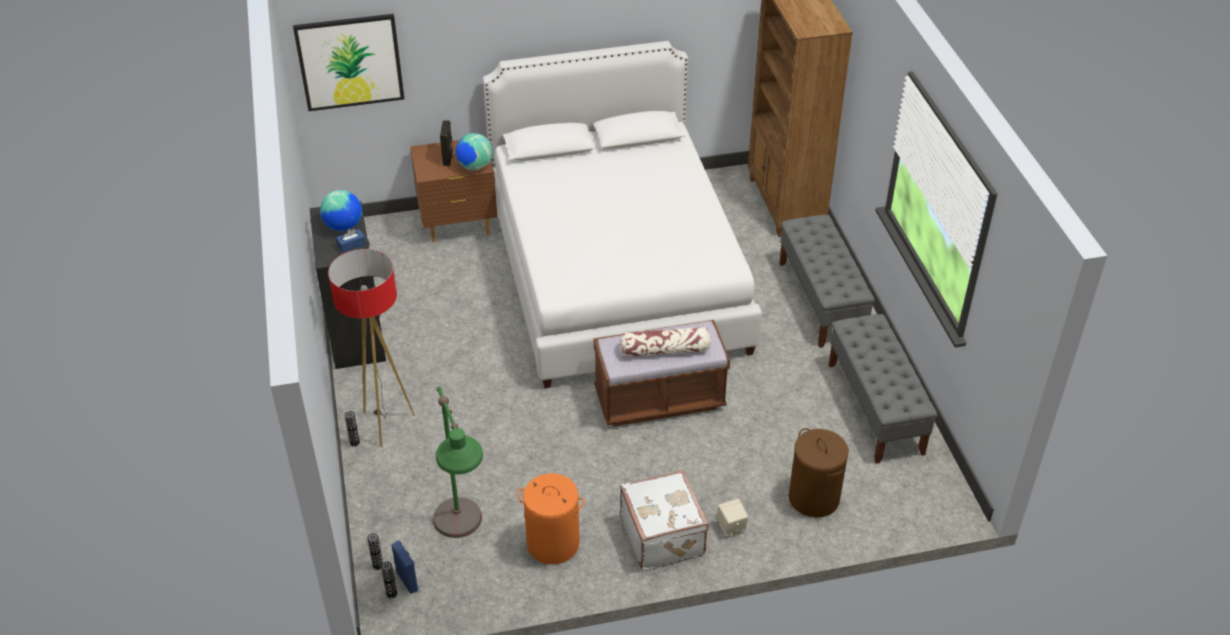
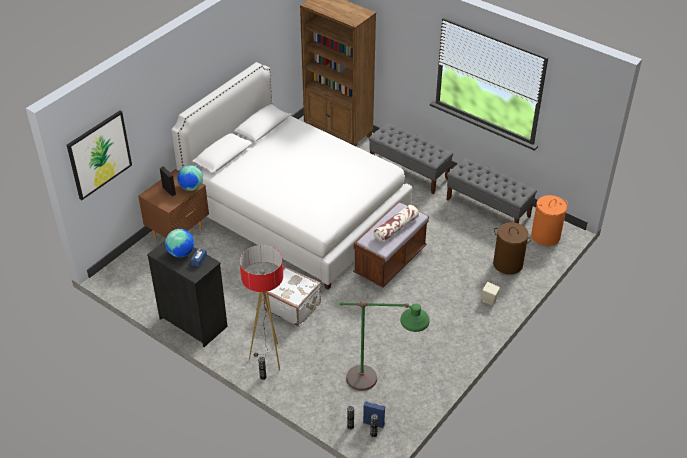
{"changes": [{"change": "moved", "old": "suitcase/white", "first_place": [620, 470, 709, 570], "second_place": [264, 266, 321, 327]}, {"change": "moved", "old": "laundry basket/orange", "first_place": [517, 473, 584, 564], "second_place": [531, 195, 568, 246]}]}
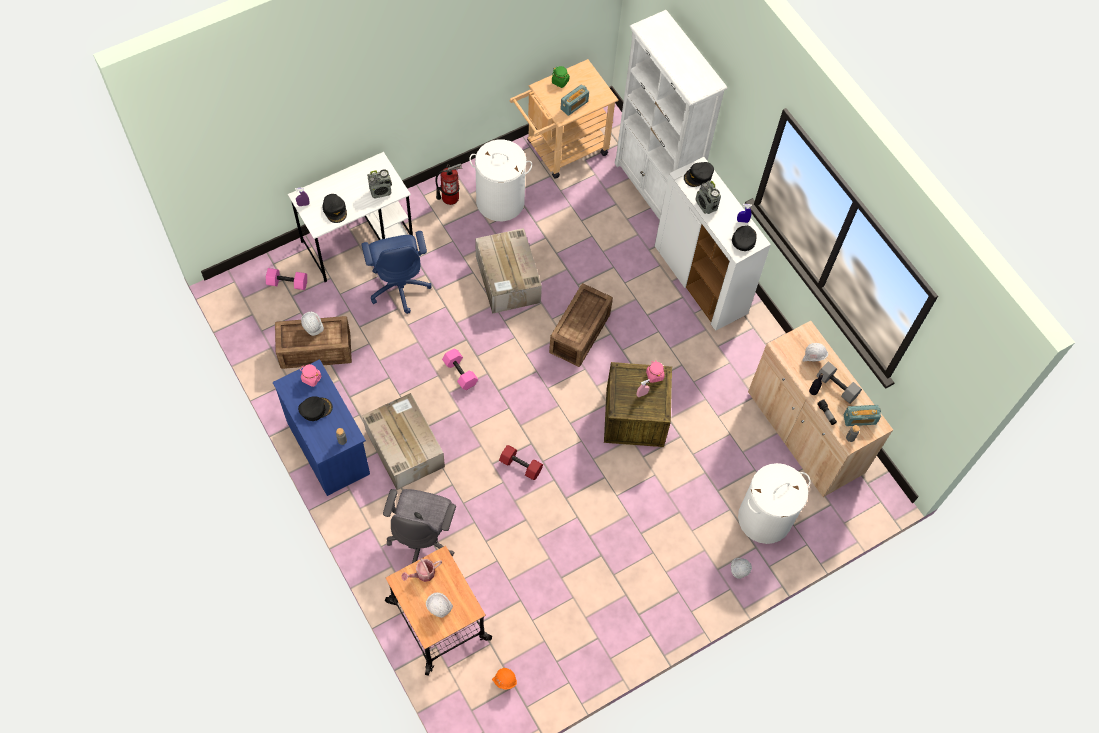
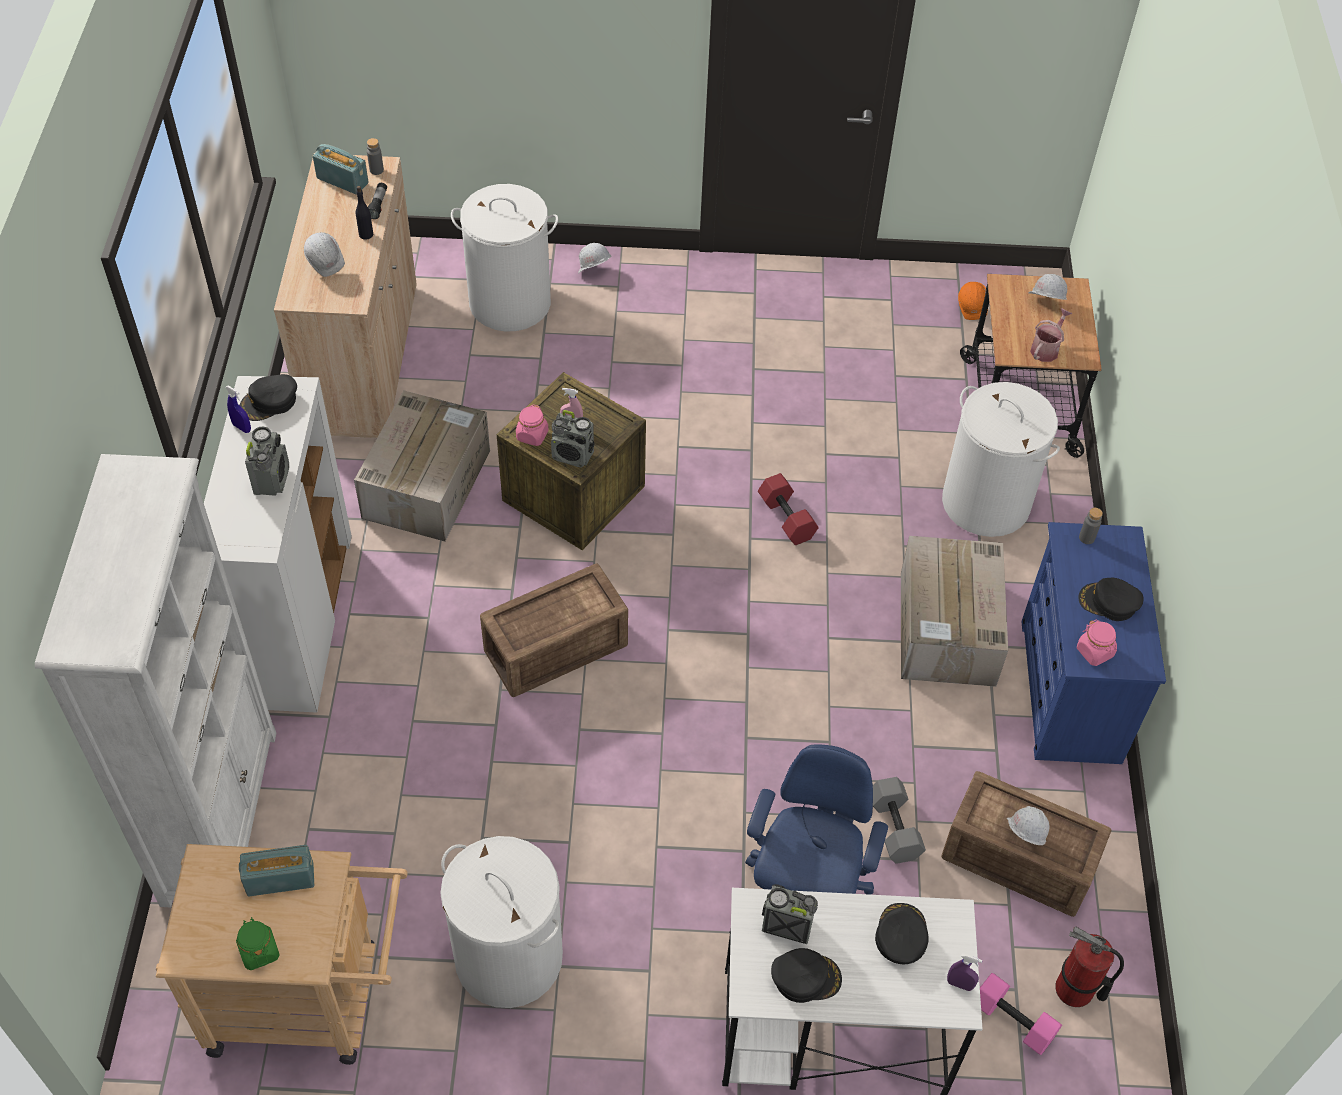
{"changes": [{"change": "moved", "old": "cardboard box", "first_place": [475, 228, 542, 314], "second_place": [354, 390, 490, 542]}, {"change": "added", "new": "radio", "second_place": [551, 410, 594, 468]}, {"change": "moved", "old": "cap/black", "first_place": [684, 162, 714, 187], "second_place": [771, 948, 842, 1003]}, {"change": "moved", "old": "dumbbell/grey", "first_place": [816, 362, 862, 404], "second_place": [873, 777, 926, 864]}, {"change": "replaced", "old": "office chair/grey", "new": "laundry basket/white", "first_place": [383, 489, 456, 563], "second_place": [942, 382, 1060, 537]}, {"change": "turned", "old": "watering can", "first_place": [402, 559, 442, 582], "second_place": [1030, 308, 1072, 362], "degrees": -60}, {"change": "moved", "old": "fire extinguisher", "first_place": [435, 163, 462, 205], "second_place": [1055, 927, 1124, 1007]}, {"change": "removed", "old": "dumbbell/pink", "first_place": [442, 349, 478, 390]}]}
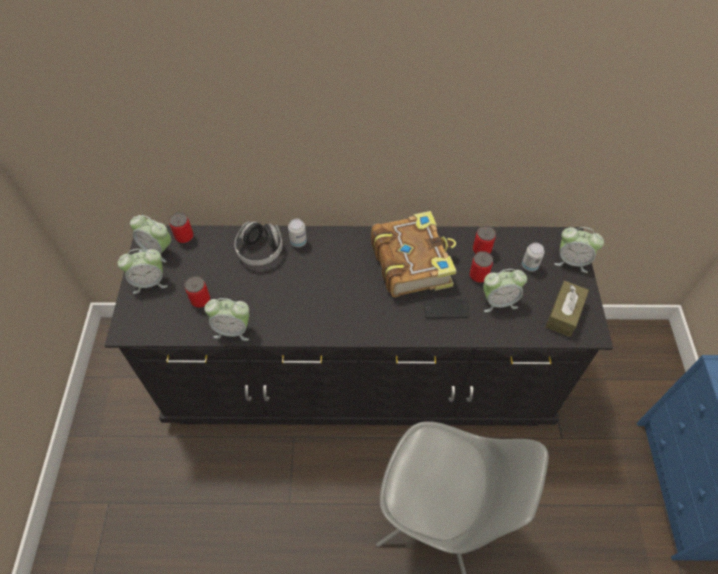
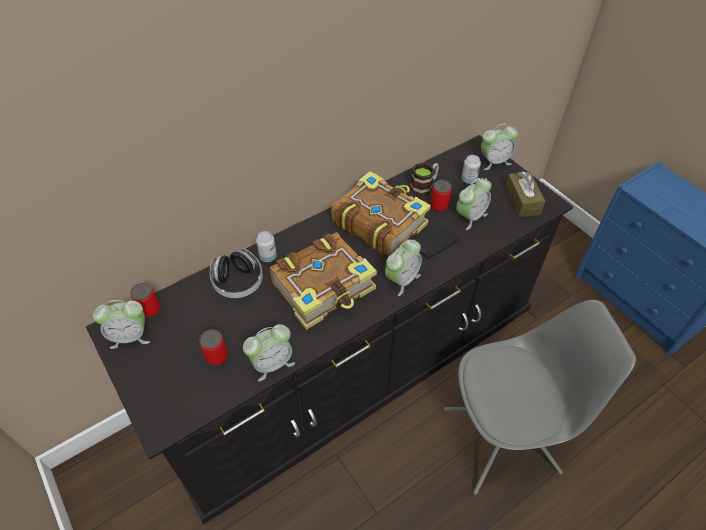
{"changes": [{"change": "added", "new": "book", "second_place": [269, 232, 377, 330]}, {"change": "moved", "old": "alarm clock", "first_place": [118, 249, 168, 294], "second_place": [385, 240, 422, 296]}, {"change": "replaced", "old": "can", "new": "mug", "first_place": [473, 226, 496, 254], "second_place": [410, 163, 439, 196]}]}
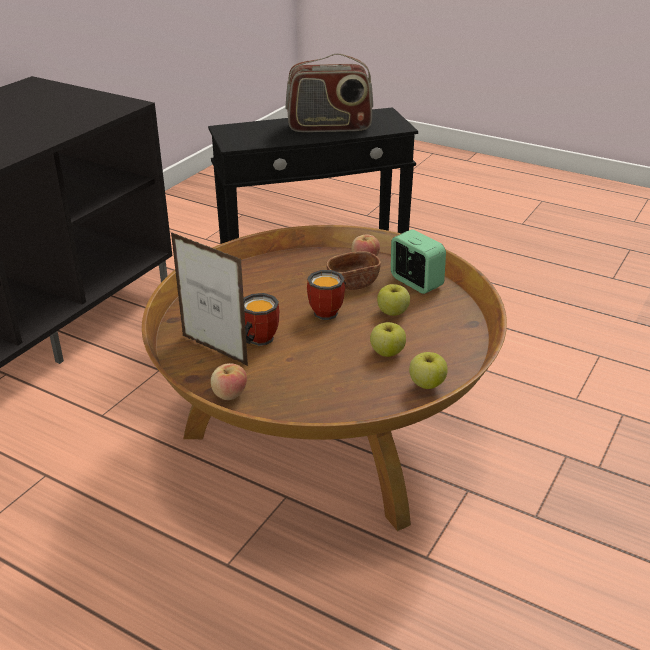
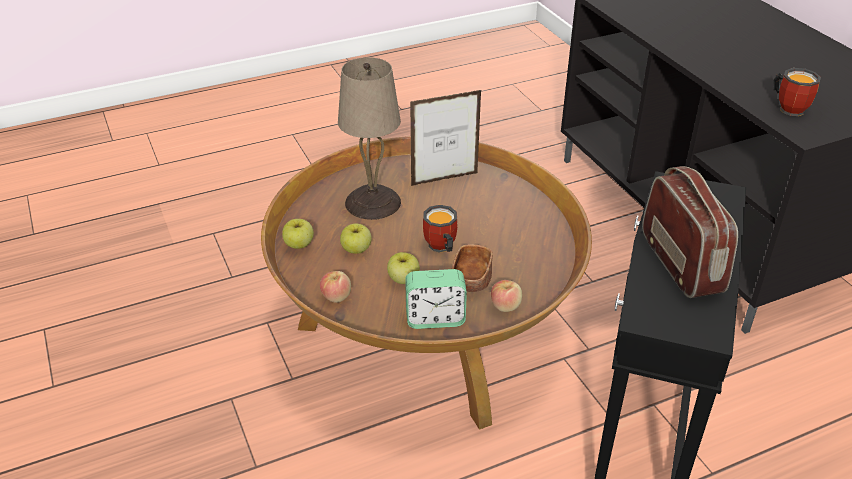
{"changes": [{"change": "moved", "old": "apple", "first_place": [211, 363, 247, 400], "second_place": [320, 271, 351, 303]}, {"change": "added", "new": "table lamp/beige", "second_place": [338, 57, 401, 220]}, {"change": "turned", "old": "radio", "first_place": [285, 54, 373, 132], "second_place": [642, 166, 738, 298], "degrees": 135}, {"change": "moved", "old": "mug", "first_place": [244, 293, 280, 346], "second_place": [773, 68, 821, 116]}]}
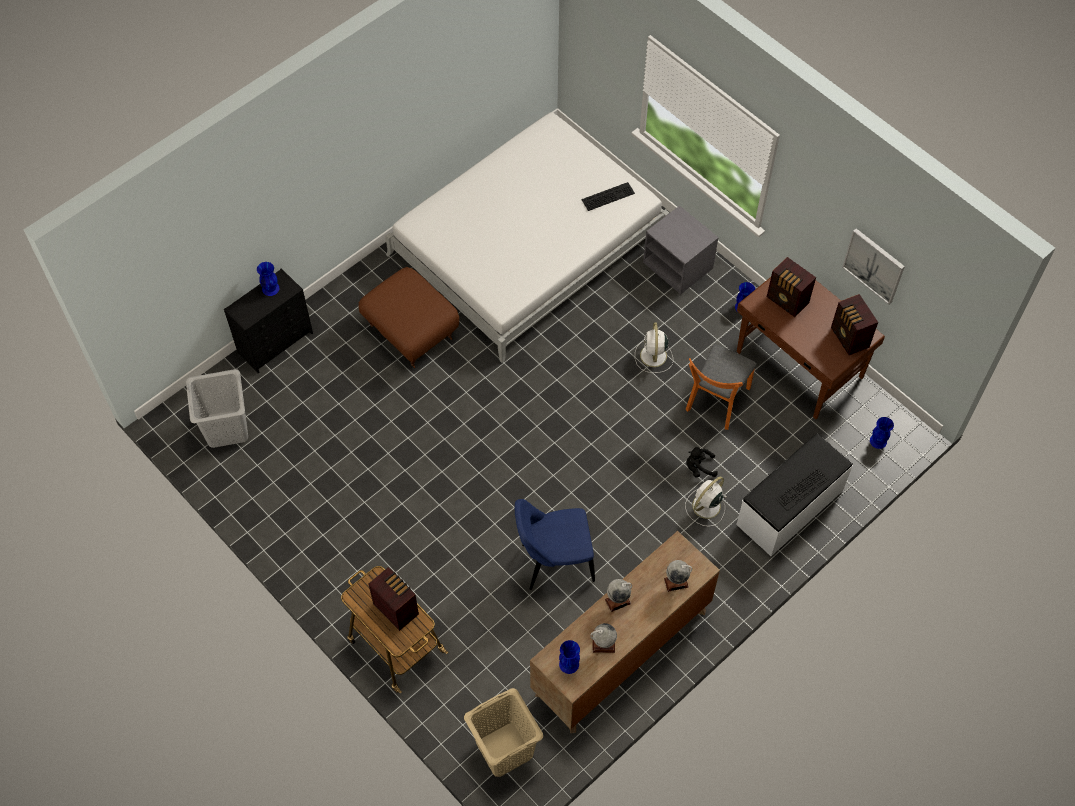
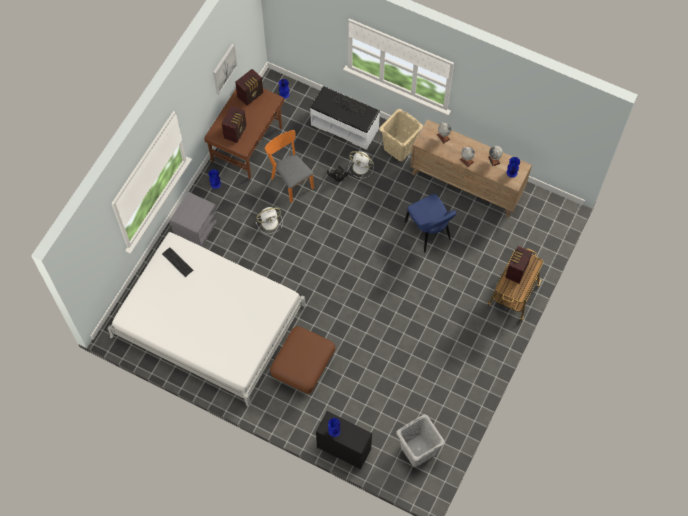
{"changes": [{"change": "turned", "old": "chair/orange", "first_place": [685, 344, 757, 430], "second_place": [265, 130, 314, 203], "degrees": -135}, {"change": "moved", "old": "laundry basket/beige", "first_place": [464, 688, 543, 777], "second_place": [379, 109, 423, 161]}]}
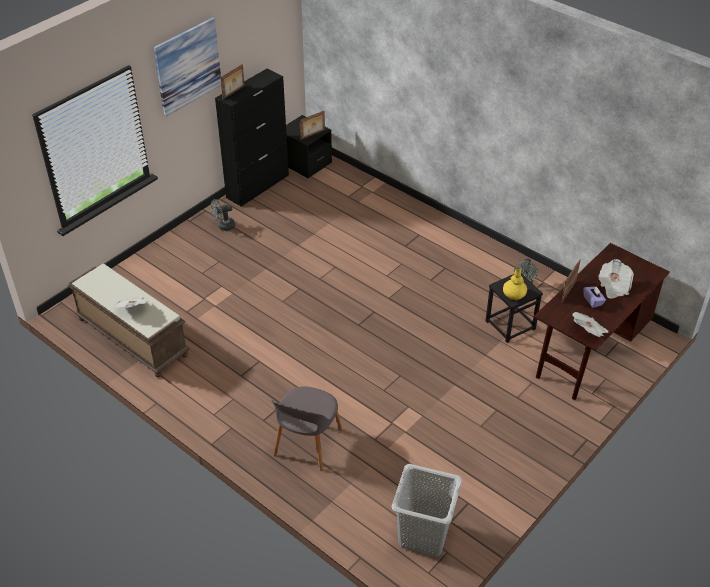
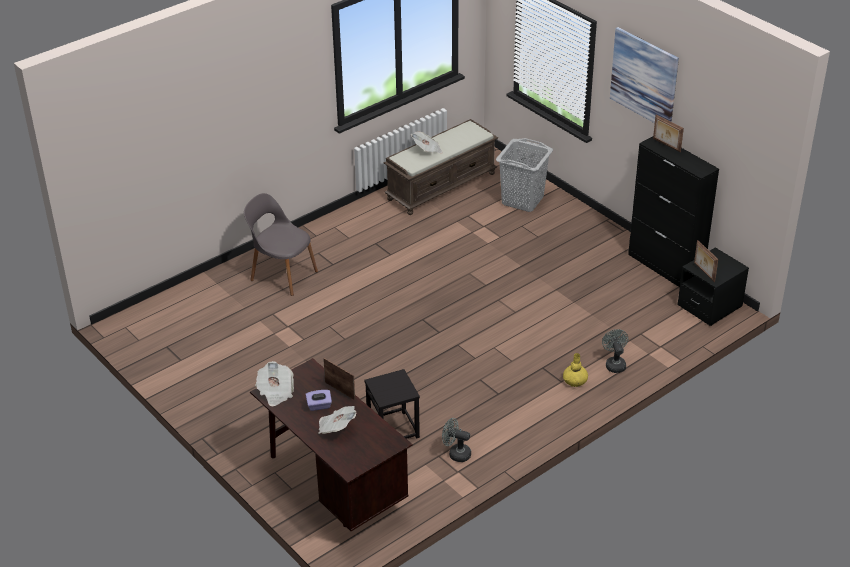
{"changes": [{"change": "moved", "old": "laundry basket/grey", "first_place": [392, 464, 462, 556], "second_place": [496, 138, 553, 212]}, {"change": "moved", "old": "vase/yellow", "first_place": [503, 268, 527, 300], "second_place": [563, 353, 588, 387]}, {"change": "moved", "old": "fan/grey", "first_place": [211, 199, 235, 231], "second_place": [602, 329, 628, 373]}]}
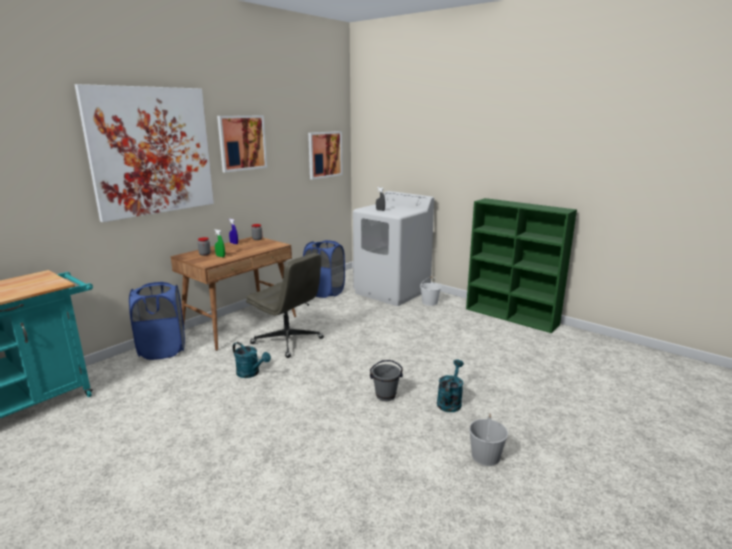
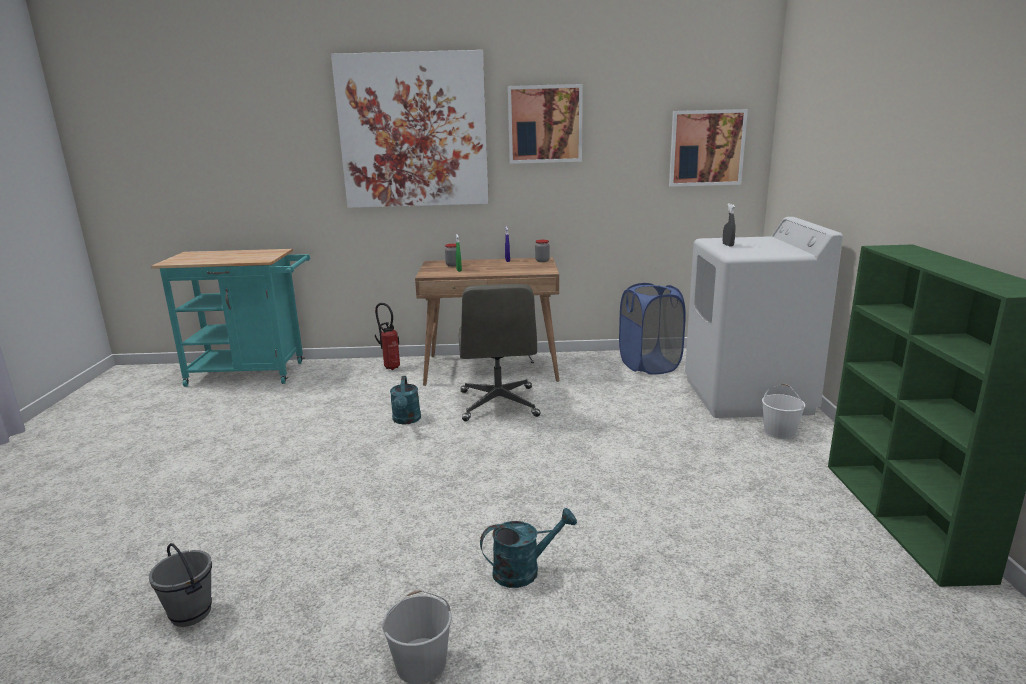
{"changes": [{"change": "moved", "old": "bucket/grey", "first_place": [370, 360, 403, 401], "second_place": [149, 543, 212, 627]}, {"change": "replaced", "old": "laundry basket/blue", "new": "fire extinguisher", "first_place": [129, 282, 185, 360], "second_place": [375, 303, 400, 370]}]}
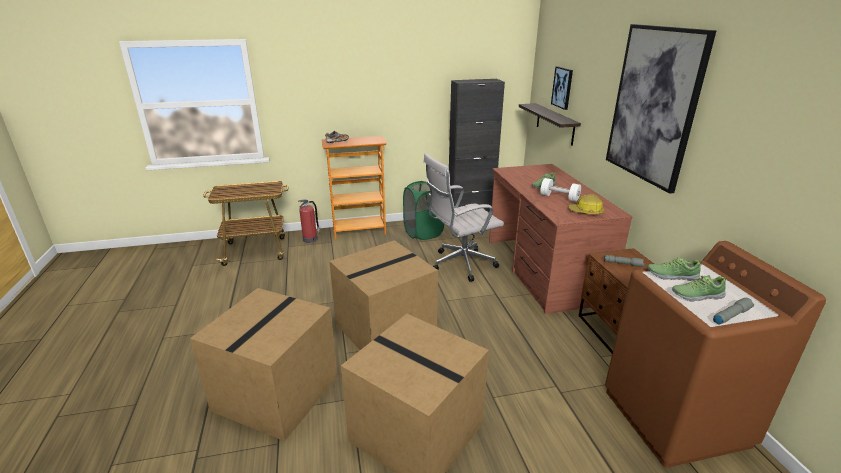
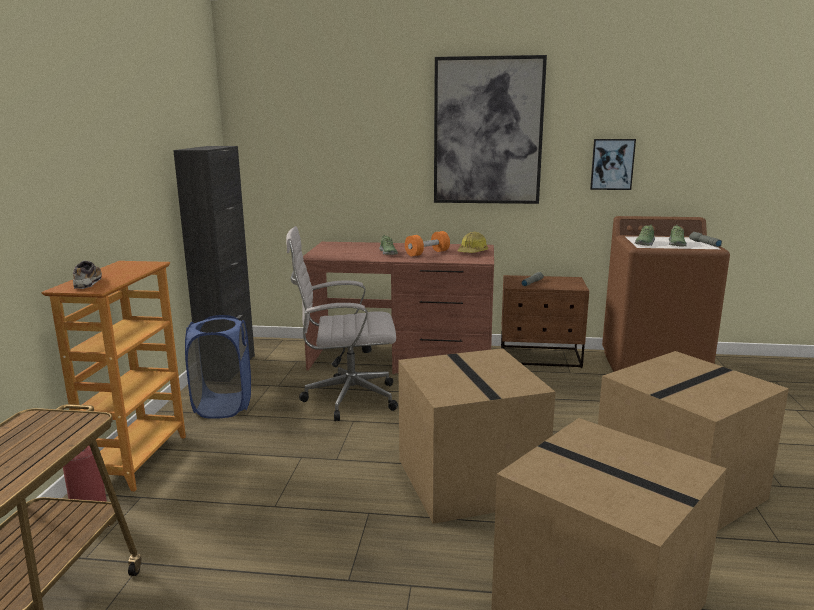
{"changes": [{"change": "recoloured", "old": "laundry basket/green", "new": "laundry basket/blue", "first_place": [403, 181, 444, 240], "second_place": [185, 315, 251, 419]}, {"change": "turned", "old": "office chair/white", "first_place": [424, 153, 504, 282], "second_place": [286, 226, 398, 421], "degrees": 90}, {"change": "recoloured", "old": "dumbbell/white", "new": "dumbbell/orange", "first_place": [540, 178, 581, 202], "second_place": [405, 231, 450, 256]}, {"change": "moved", "old": "picture", "first_place": [551, 66, 573, 110], "second_place": [590, 139, 636, 190]}, {"change": "removed", "old": "shelf", "first_place": [519, 103, 581, 146]}]}
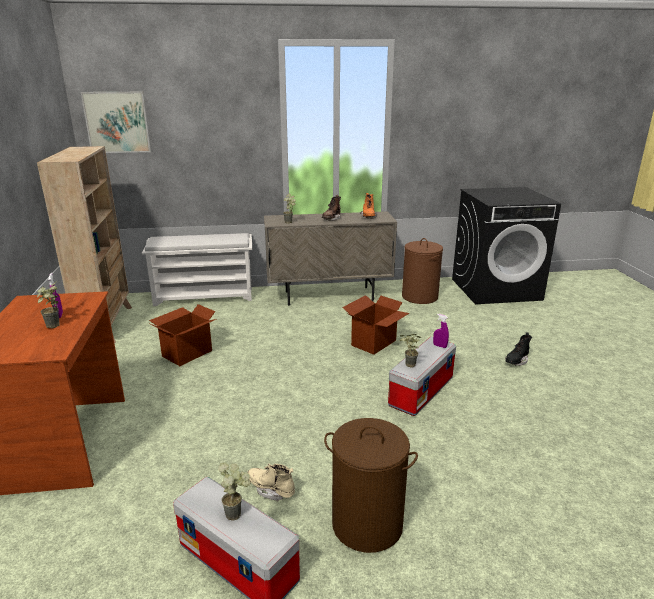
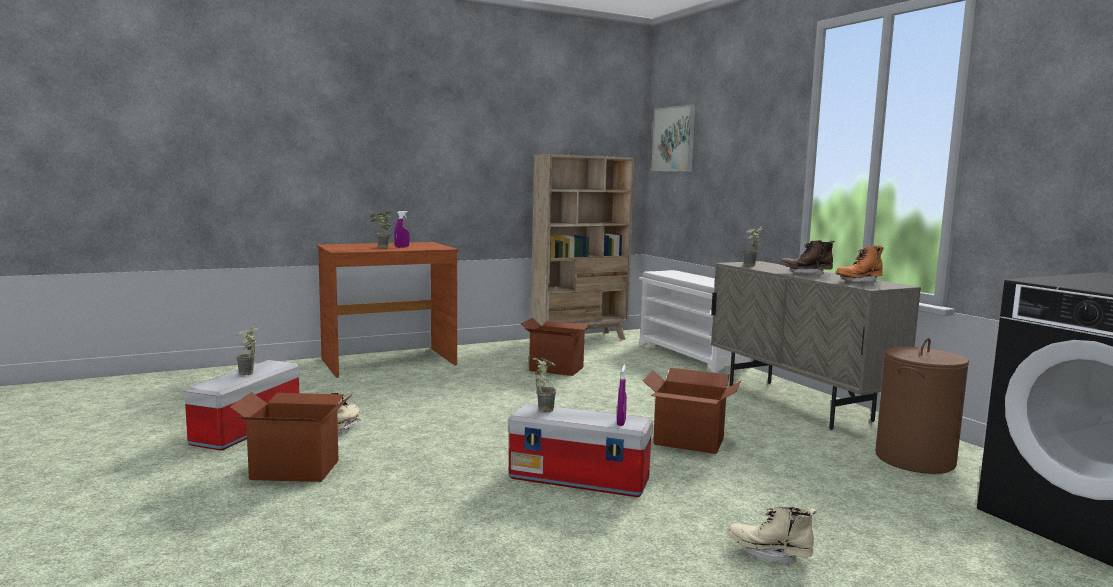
{"changes": [{"change": "replaced", "old": "laundry basket/brown", "new": "cardboard box", "first_place": [324, 418, 418, 553], "second_place": [230, 392, 352, 482]}, {"change": "recoloured", "old": "boot/black", "new": "boot/beige", "first_place": [505, 333, 532, 366], "second_place": [727, 506, 817, 566]}]}
